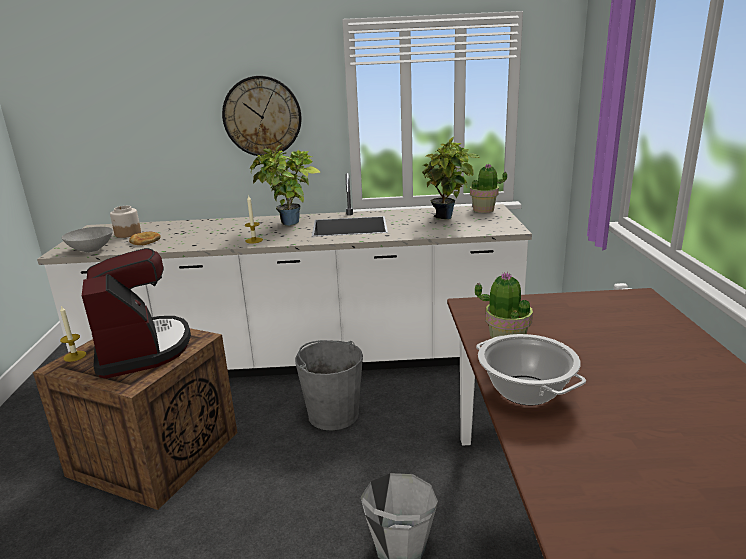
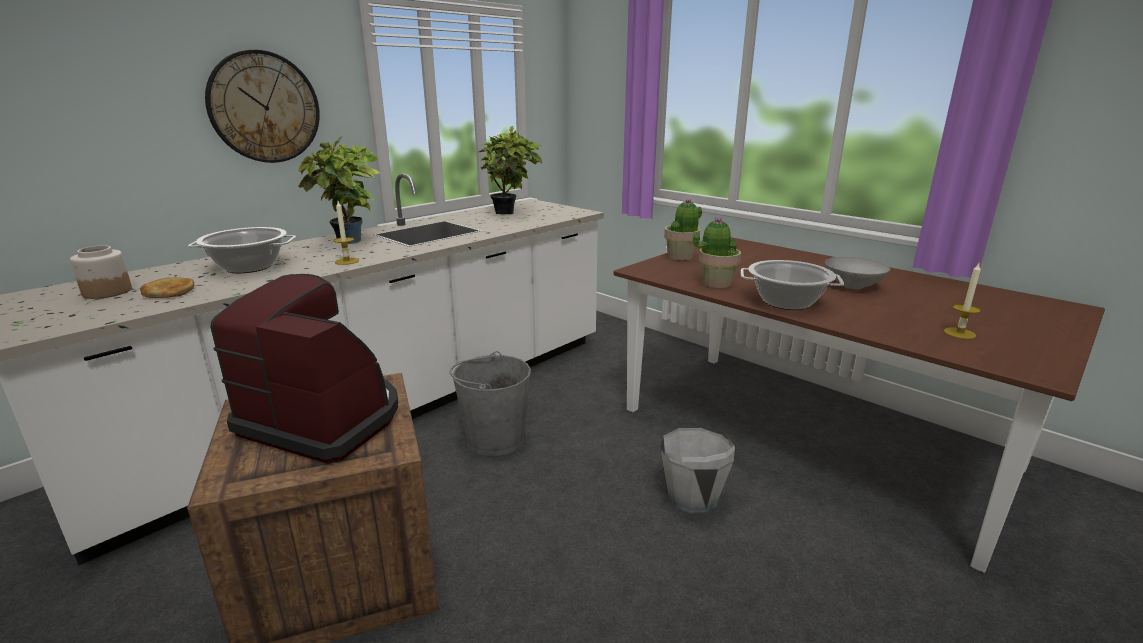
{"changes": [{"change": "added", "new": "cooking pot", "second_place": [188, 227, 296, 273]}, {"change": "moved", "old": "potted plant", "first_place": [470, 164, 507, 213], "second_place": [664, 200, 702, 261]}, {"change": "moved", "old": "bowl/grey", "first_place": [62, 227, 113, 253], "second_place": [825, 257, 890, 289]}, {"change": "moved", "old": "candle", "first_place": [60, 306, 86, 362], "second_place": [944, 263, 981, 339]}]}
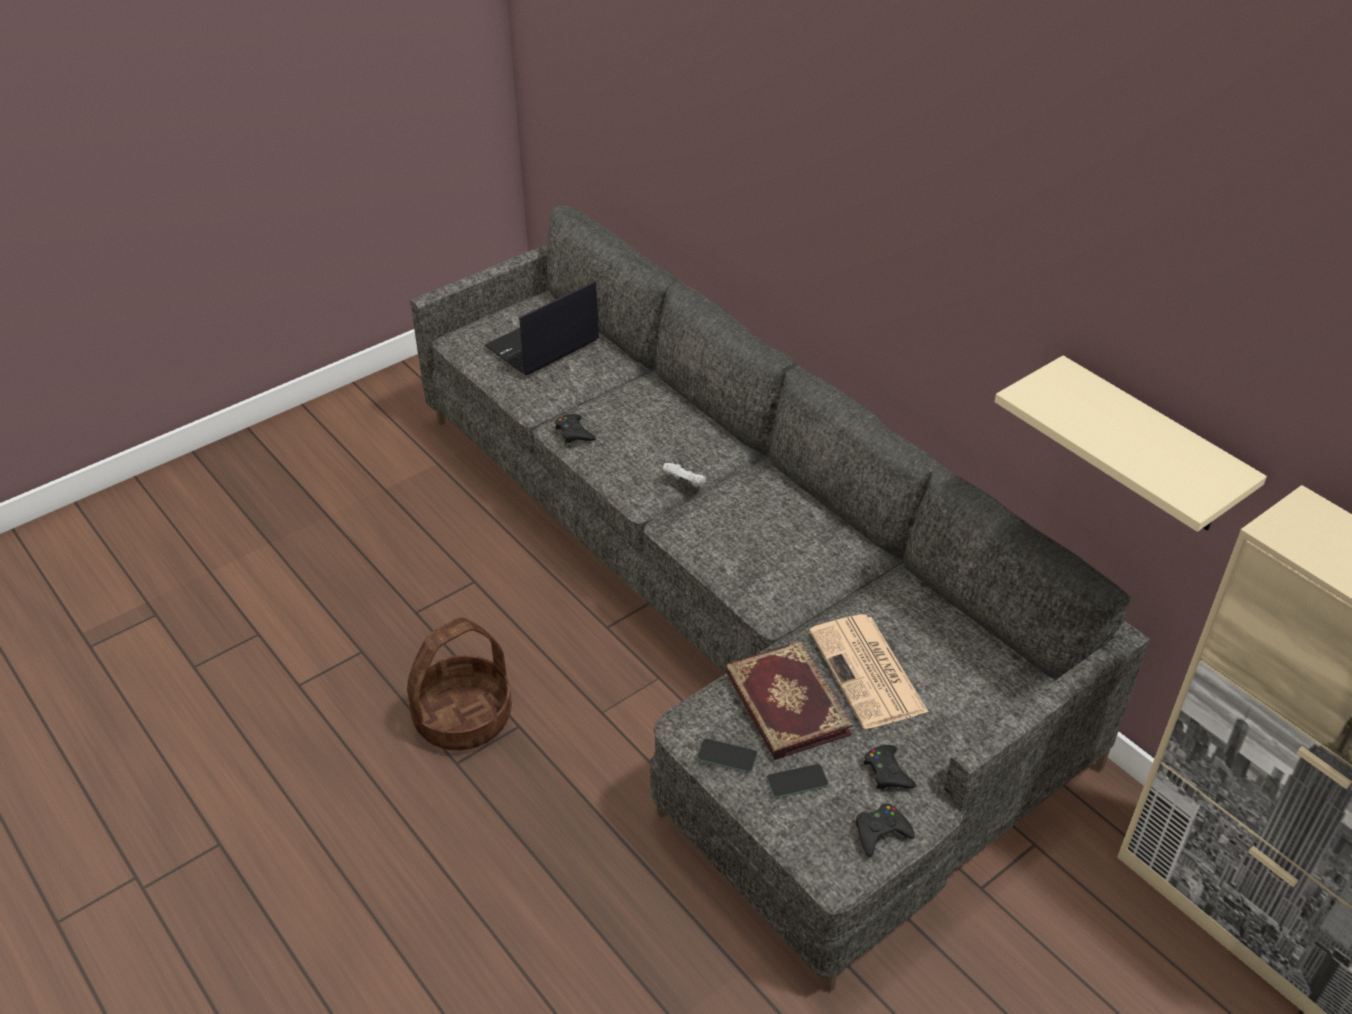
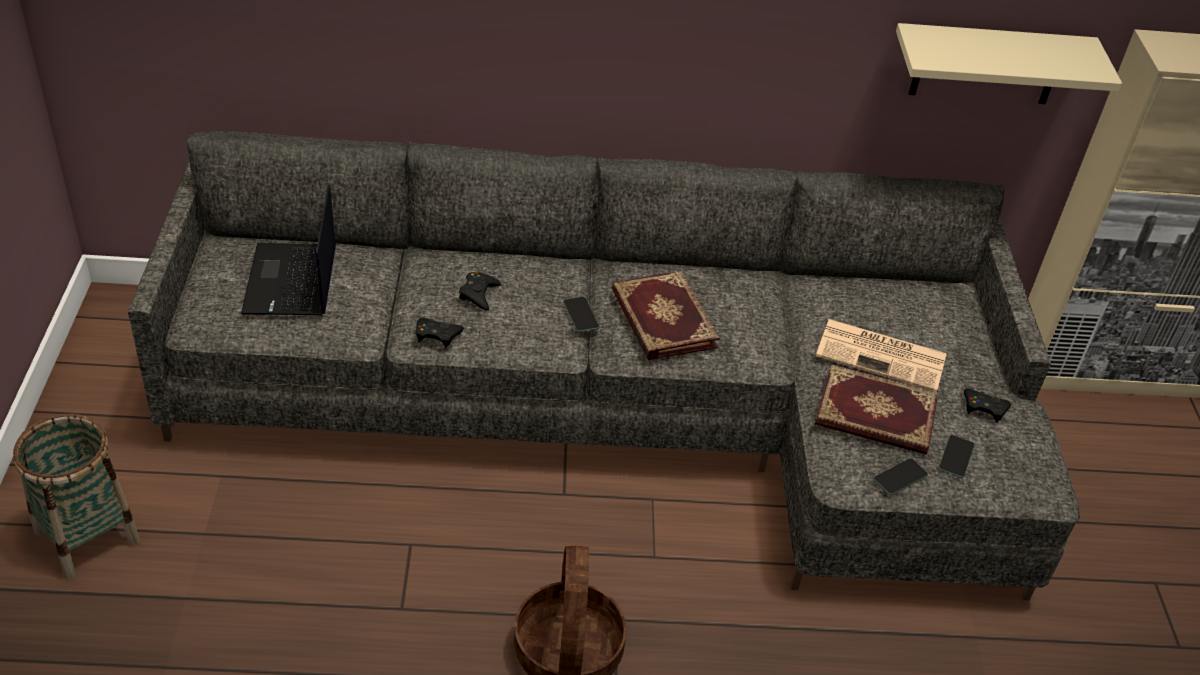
{"changes": [{"change": "added", "new": "basket", "second_place": [13, 414, 140, 579]}, {"change": "moved", "old": "game controller/black", "first_place": [856, 803, 915, 857], "second_place": [459, 272, 501, 310]}, {"change": "replaced", "old": "game controller/white", "new": "phone", "first_place": [662, 462, 706, 487], "second_place": [563, 297, 599, 332]}, {"change": "added", "new": "book", "second_place": [611, 271, 720, 360]}]}
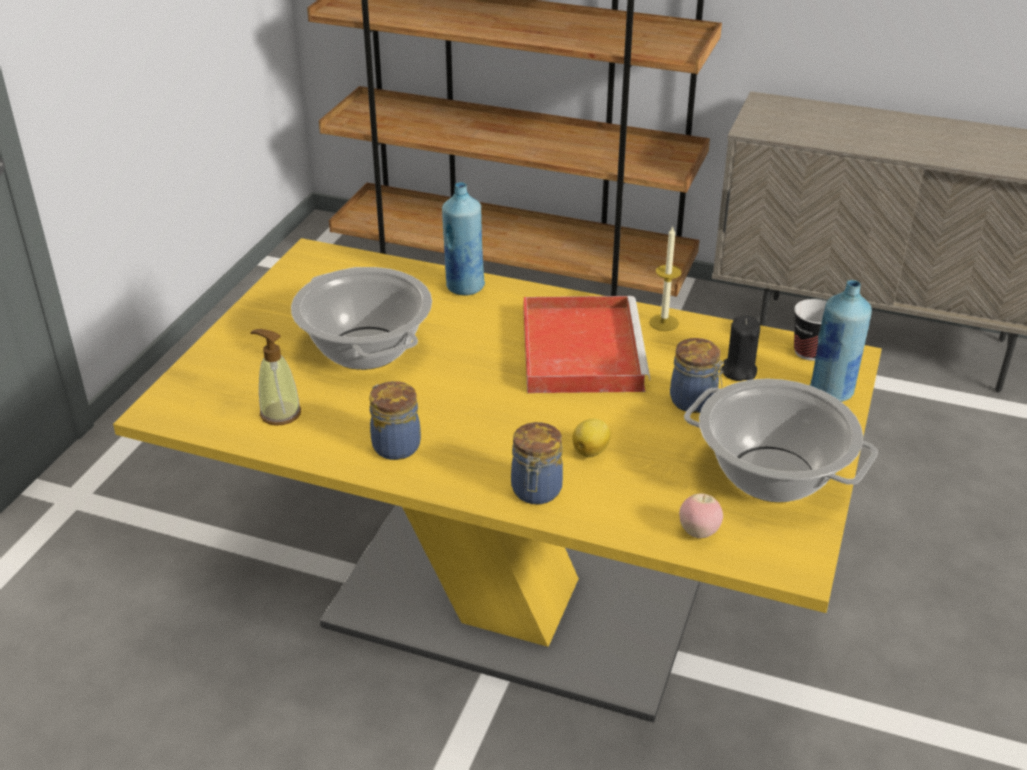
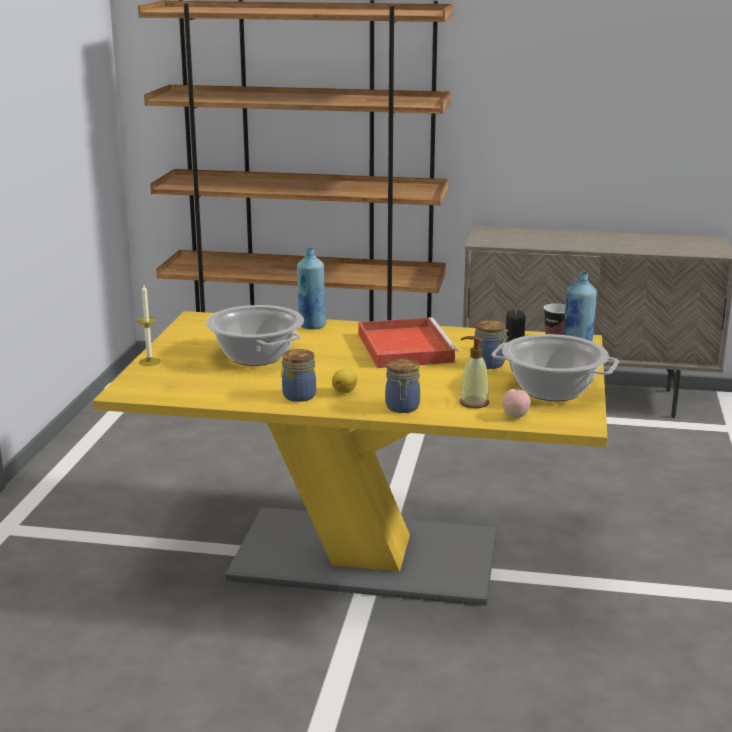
{"changes": [{"change": "moved", "old": "candle", "first_place": [649, 225, 682, 331], "second_place": [137, 285, 161, 366]}, {"change": "moved", "old": "lemon", "first_place": [572, 419, 610, 457], "second_place": [332, 368, 357, 394]}, {"change": "moved", "old": "soap dispenser", "first_place": [250, 329, 301, 425], "second_place": [460, 336, 489, 408]}]}
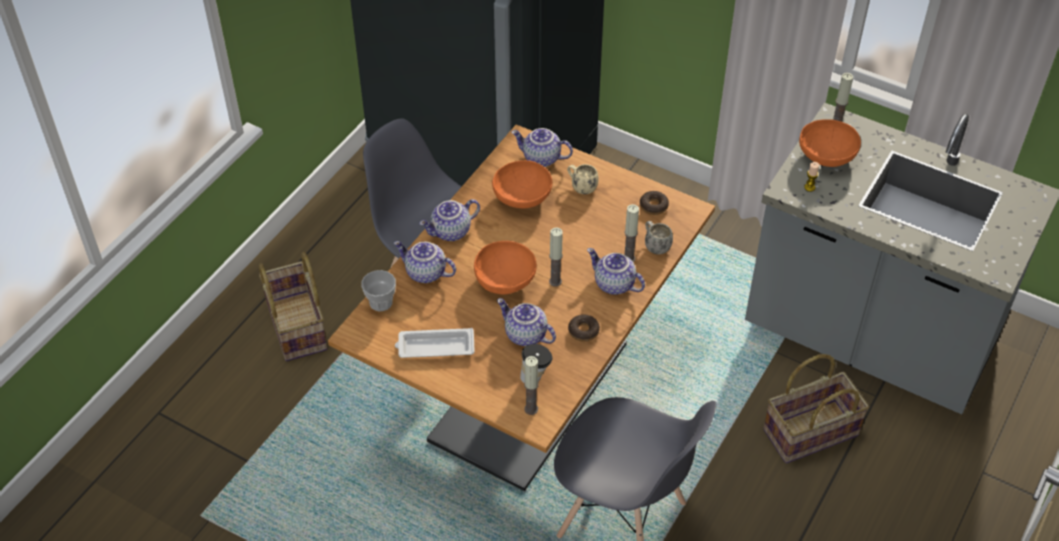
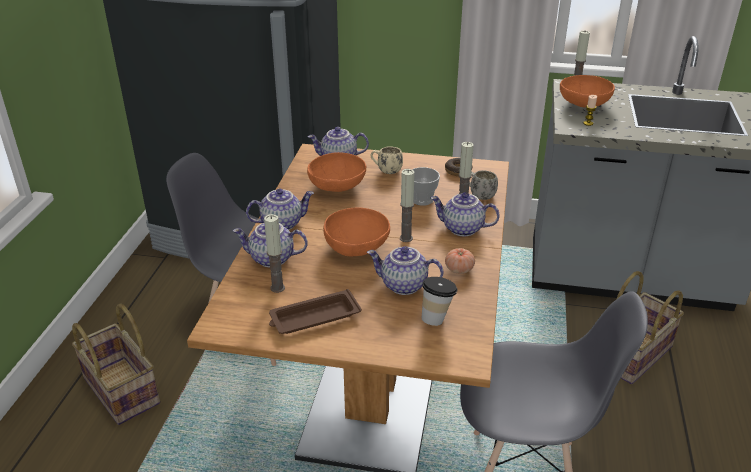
{"changes": [{"change": "turned", "old": "teapot", "first_place": [419, 199, 480, 241], "second_place": [246, 188, 314, 230], "degrees": -150}, {"change": "moved", "old": "candle", "first_place": [524, 356, 539, 415], "second_place": [264, 214, 285, 293]}, {"change": "recoloured", "old": "tray/white", "new": "tray/brown", "first_place": [395, 328, 475, 358], "second_place": [269, 289, 362, 334]}, {"change": "moved", "old": "cup", "first_place": [361, 270, 396, 311], "second_place": [412, 167, 440, 206]}, {"change": "replaced", "old": "donut", "new": "tomato", "first_place": [568, 314, 600, 342], "second_place": [445, 248, 475, 274]}]}
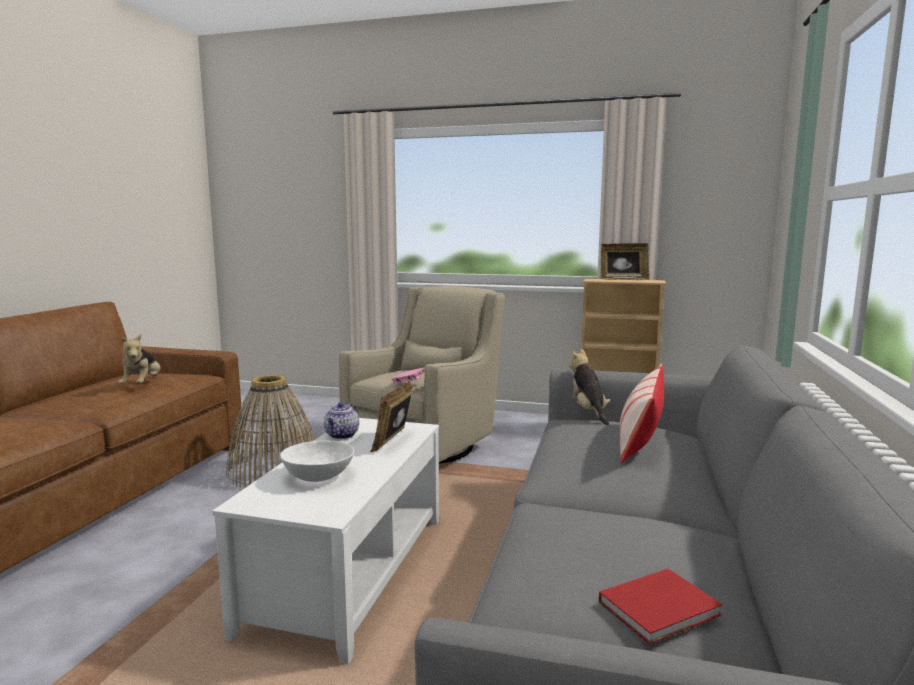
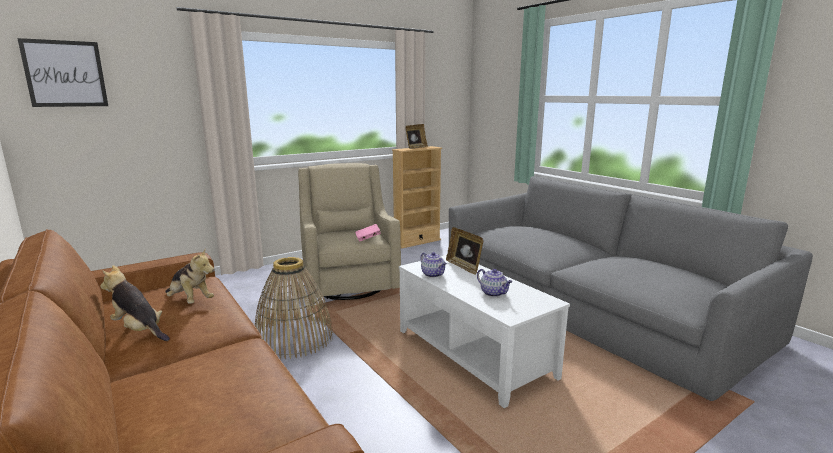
{"changes": [{"change": "added", "new": "picture", "second_place": [17, 38, 108, 107]}, {"change": "moved", "old": "plush toy", "first_place": [568, 349, 610, 425], "second_place": [101, 265, 170, 341]}, {"change": "replaced", "old": "bowl/white", "new": "teapot", "first_place": [280, 440, 354, 482], "second_place": [477, 269, 512, 297]}, {"change": "removed", "old": "book/red", "first_place": [599, 568, 723, 644]}, {"change": "removed", "old": "pillow", "first_place": [620, 364, 664, 464]}]}
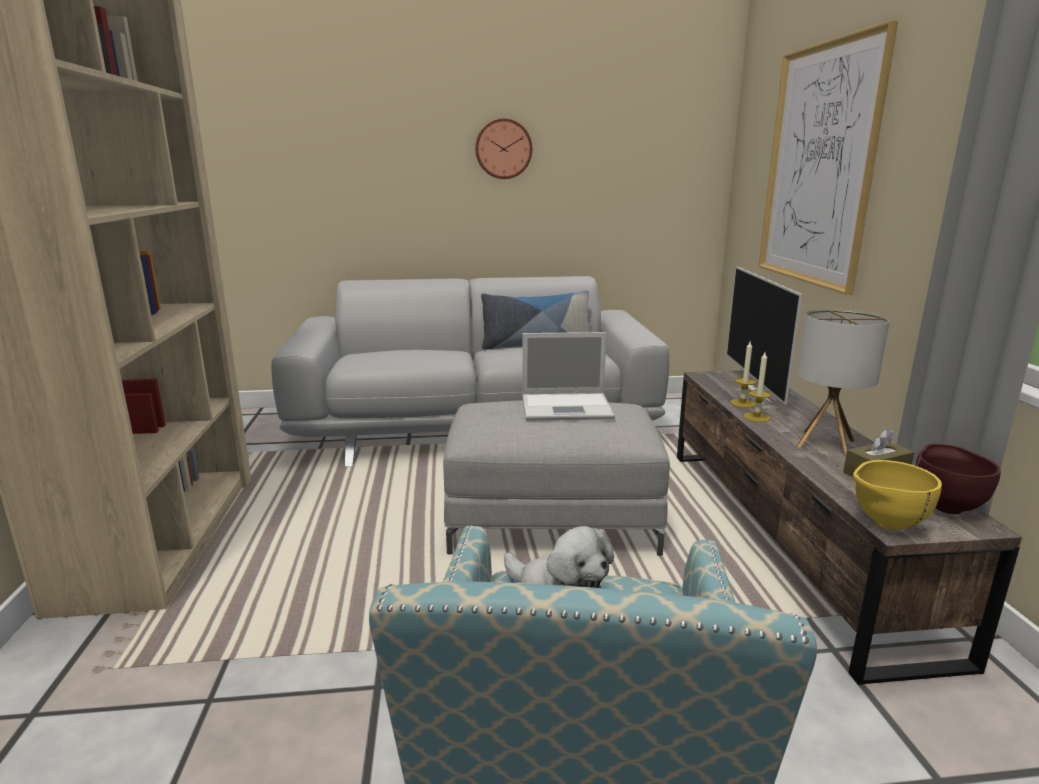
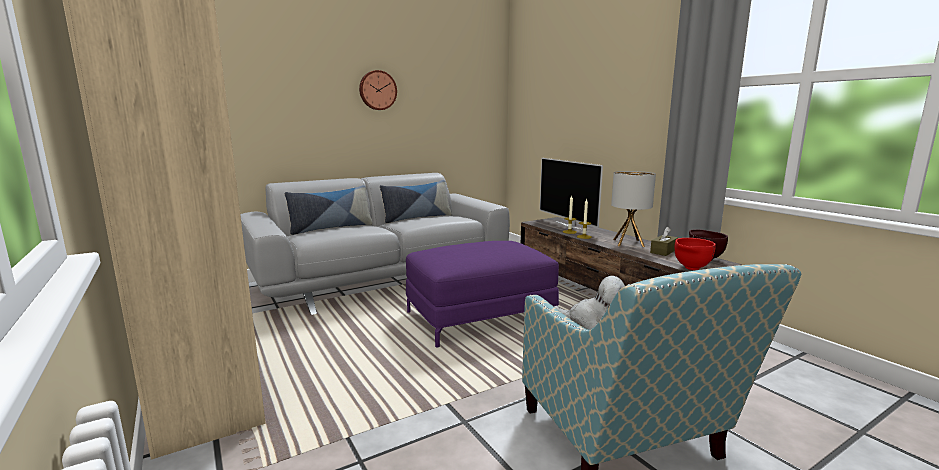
{"changes": [{"change": "added", "new": "pillow", "second_place": [284, 185, 373, 235]}, {"change": "recoloured", "old": "ottoman/grey", "new": "ottoman/purple", "first_place": [443, 400, 670, 556], "second_place": [406, 241, 559, 348]}, {"change": "recoloured", "old": "bowl/yellow", "new": "bowl/red", "first_place": [853, 460, 942, 531], "second_place": [675, 238, 716, 270]}, {"change": "removed", "old": "laptop", "first_place": [522, 332, 615, 421]}, {"change": "removed", "old": "picture", "first_place": [758, 20, 898, 295]}]}
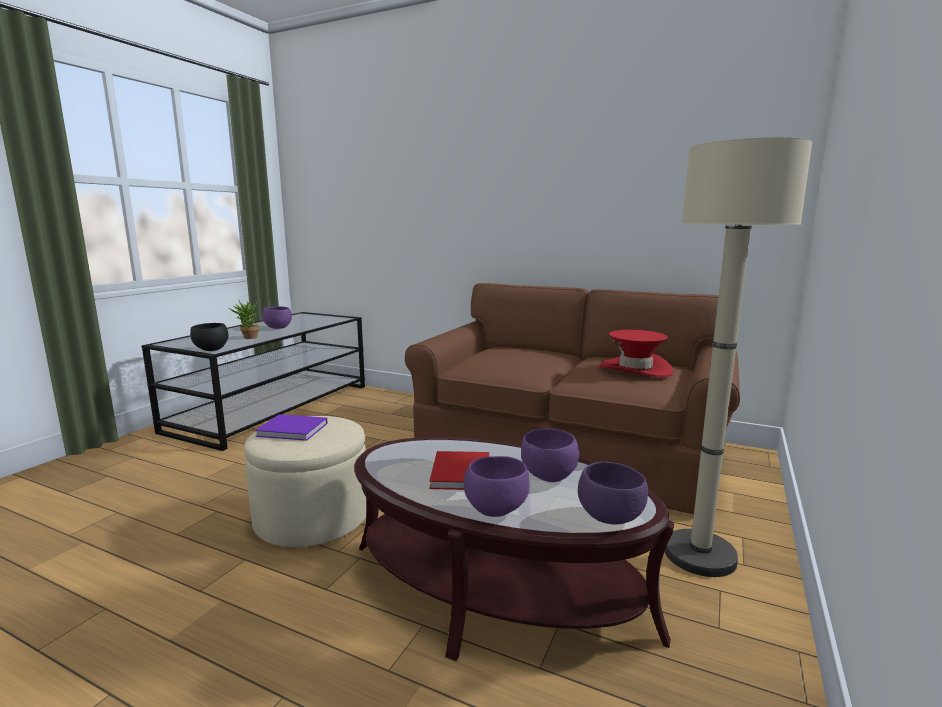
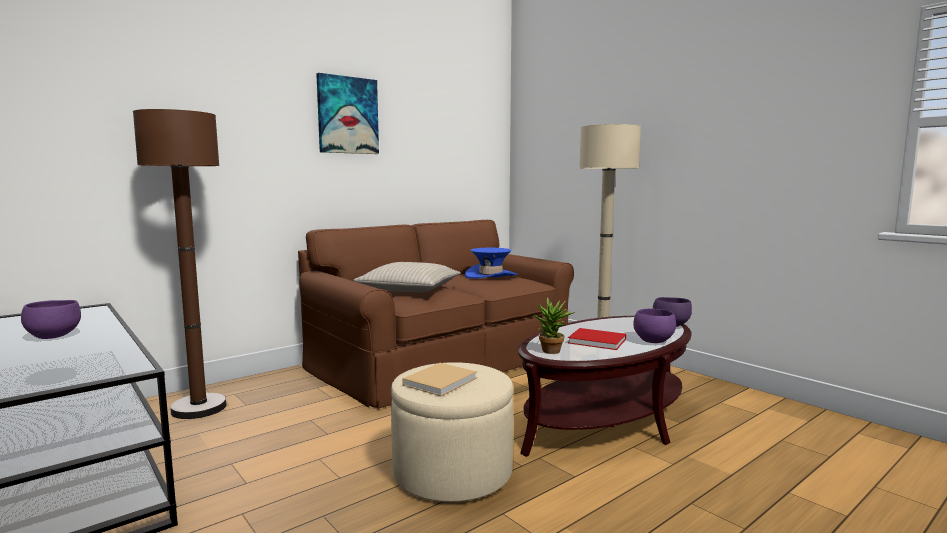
{"changes": [{"change": "added", "new": "floor lamp/brown", "second_place": [133, 109, 227, 419]}, {"change": "added", "new": "picture", "second_place": [316, 73, 379, 154]}, {"change": "added", "new": "pillow/beige", "second_place": [353, 262, 461, 292]}, {"change": "recoloured", "old": "book/purple", "new": "book/beige", "first_place": [255, 414, 328, 441], "second_place": [403, 363, 477, 396]}, {"change": "recoloured", "old": "hat/red", "new": "hat/blue", "first_place": [599, 330, 673, 377], "second_place": [465, 248, 517, 279]}, {"change": "moved", "old": "potted plant", "first_place": [228, 300, 259, 339], "second_place": [533, 298, 575, 354]}, {"change": "removed", "old": "bowl/black", "first_place": [190, 323, 229, 351]}, {"change": "removed", "old": "bowl/purple", "first_place": [521, 429, 579, 482]}]}
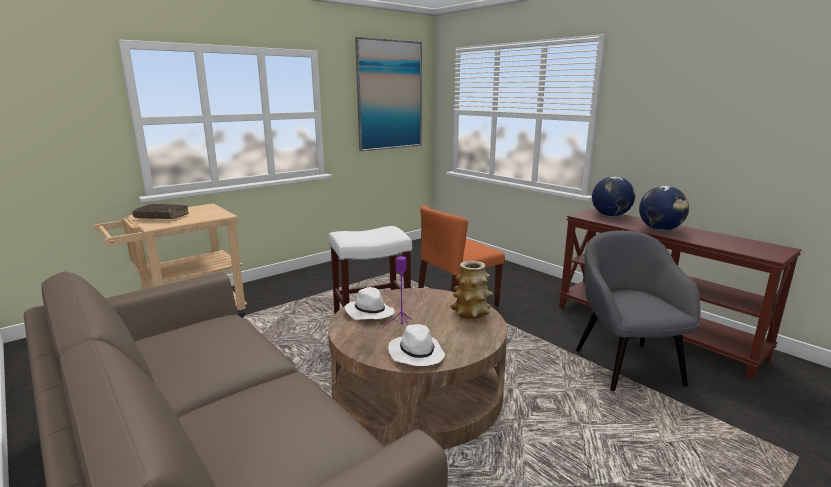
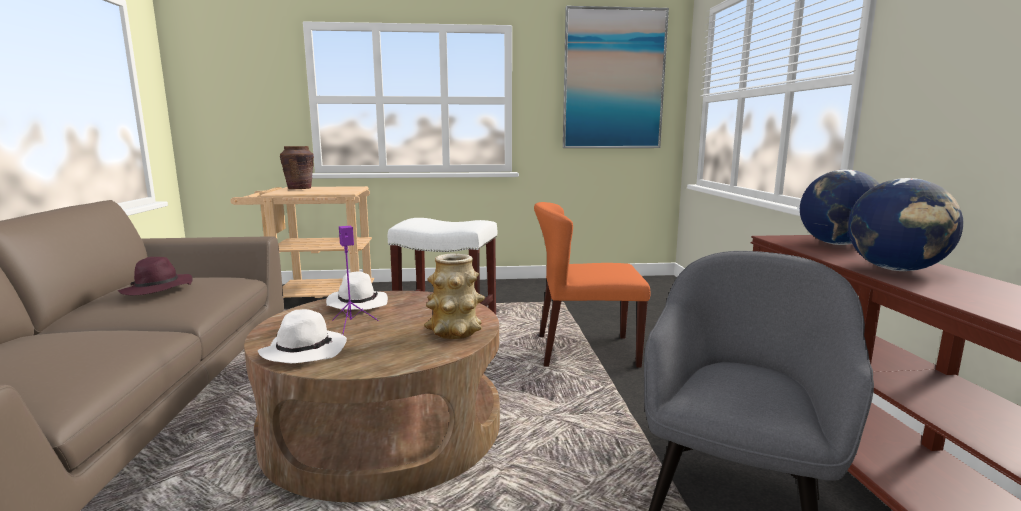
{"changes": [{"change": "added", "new": "hat/purple", "second_place": [118, 257, 193, 295]}, {"change": "replaced", "old": "book/brown", "new": "vase/brown", "first_place": [132, 204, 189, 219], "second_place": [280, 146, 314, 189]}]}
